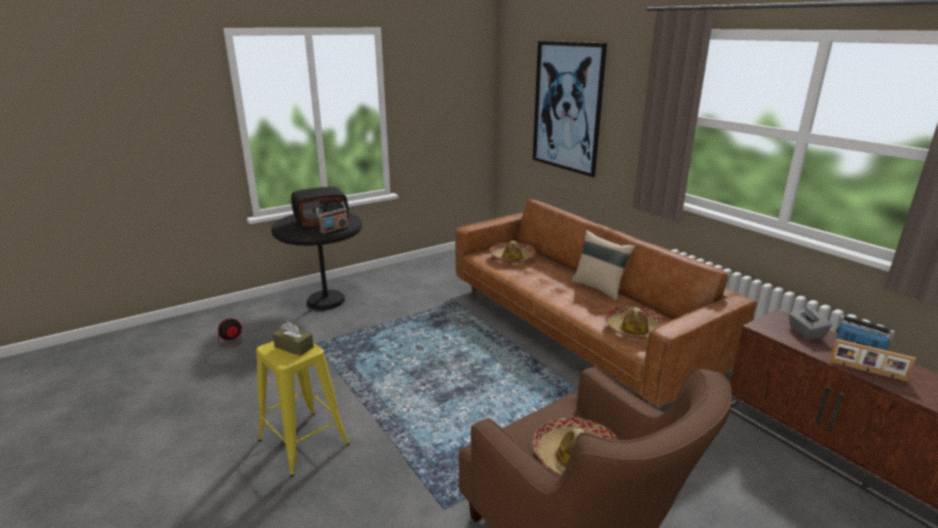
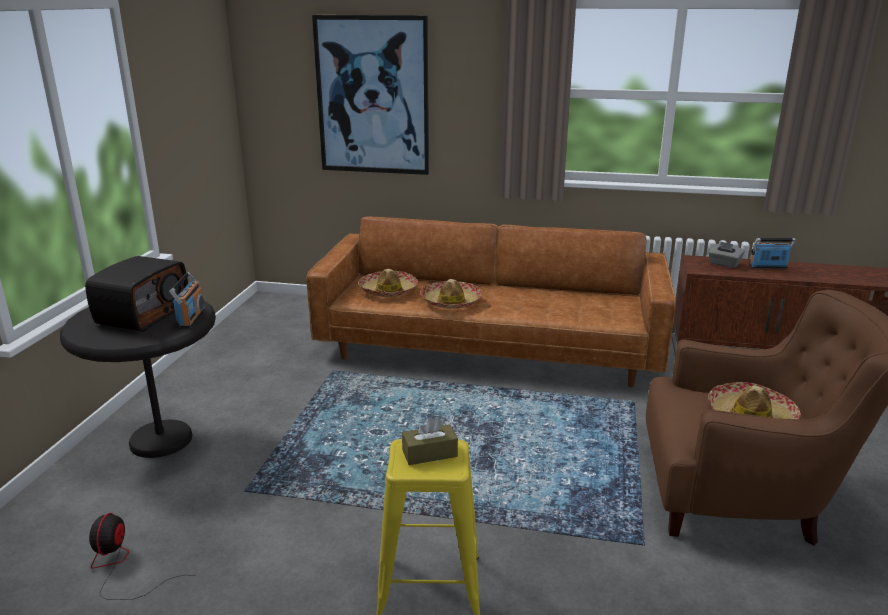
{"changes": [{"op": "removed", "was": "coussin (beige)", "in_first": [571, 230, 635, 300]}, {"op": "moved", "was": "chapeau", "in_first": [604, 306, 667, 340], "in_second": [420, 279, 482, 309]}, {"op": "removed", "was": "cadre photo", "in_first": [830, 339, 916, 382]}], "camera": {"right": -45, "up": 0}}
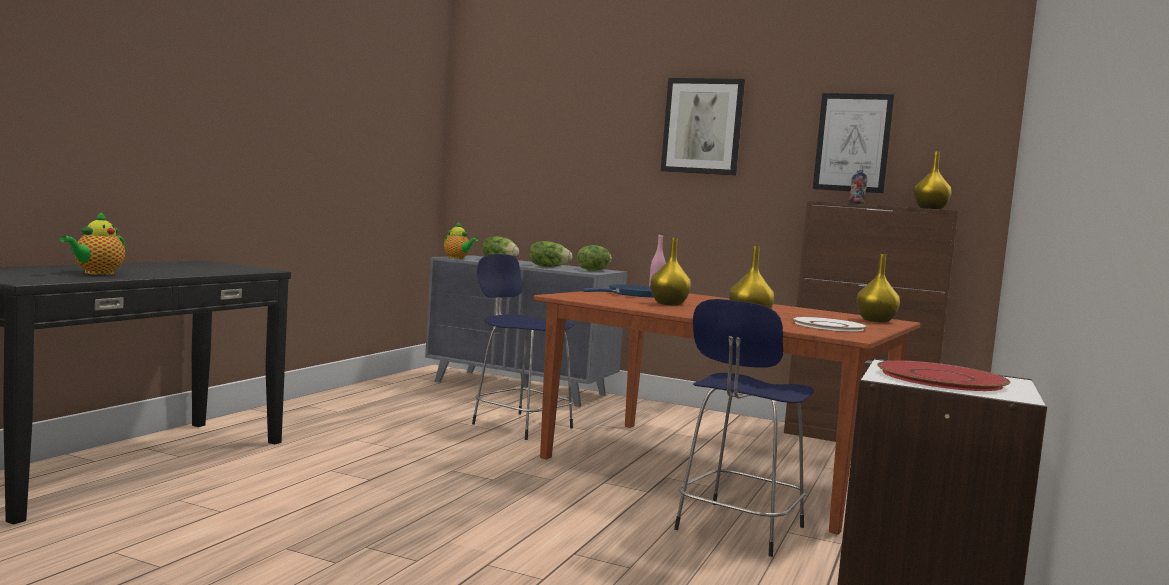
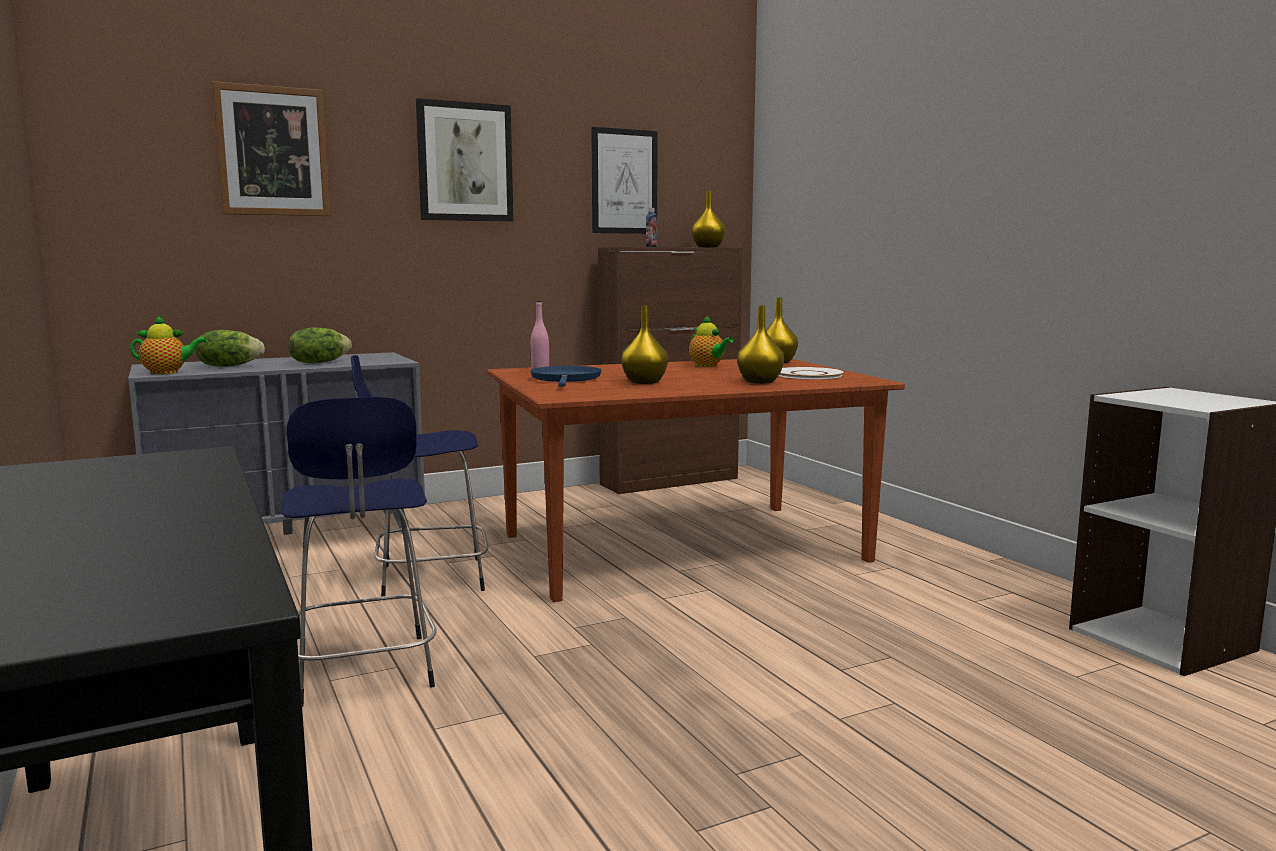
{"changes": [{"op": "moved", "was": "théière", "in_first": [60, 211, 125, 275], "in_second": [689, 315, 734, 367]}, {"op": "removed", "was": "laitue", "in_first": [577, 245, 612, 271]}, {"op": "moved", "was": "tabouret (bleu)", "in_first": [674, 299, 814, 557], "in_second": [281, 397, 437, 707]}, {"op": "removed", "was": "assiette (rouge)", "in_first": [877, 360, 1010, 391]}, {"op": "added", "now": "tableau", "in_second": [212, 81, 330, 216]}], "camera": {"right": -50, "up": 5}}
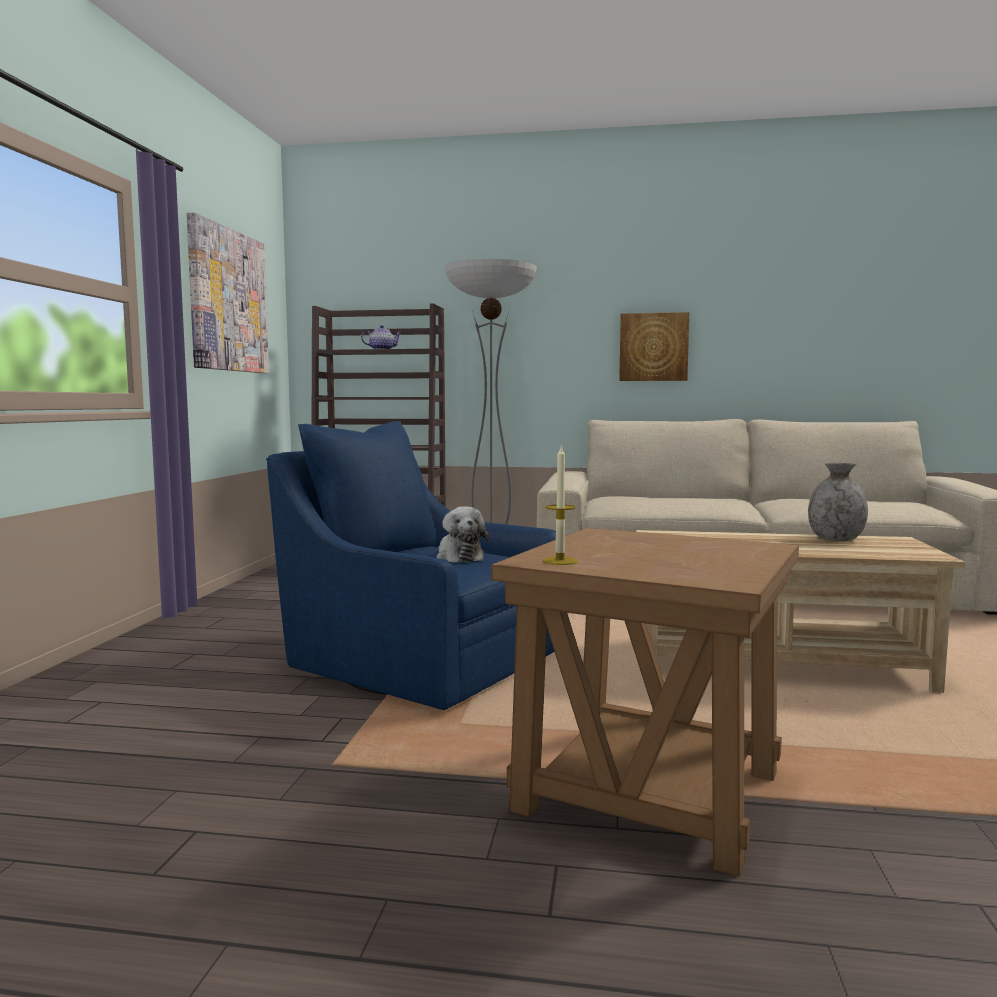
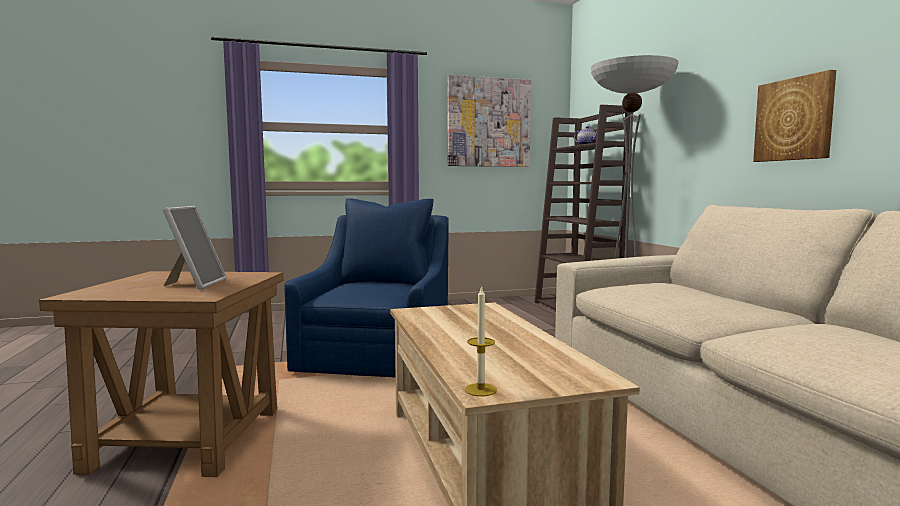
{"changes": [{"op": "removed", "was": "peluche", "in_first": [437, 507, 489, 563]}, {"op": "moved", "was": "bougie", "in_first": [542, 447, 578, 565], "in_second": [465, 286, 497, 396]}, {"op": "removed", "was": "vase (gris)", "in_first": [808, 463, 868, 541]}, {"op": "added", "now": "cadre photo", "in_second": [163, 206, 227, 290]}], "camera": {"right": 65, "up": 0}}
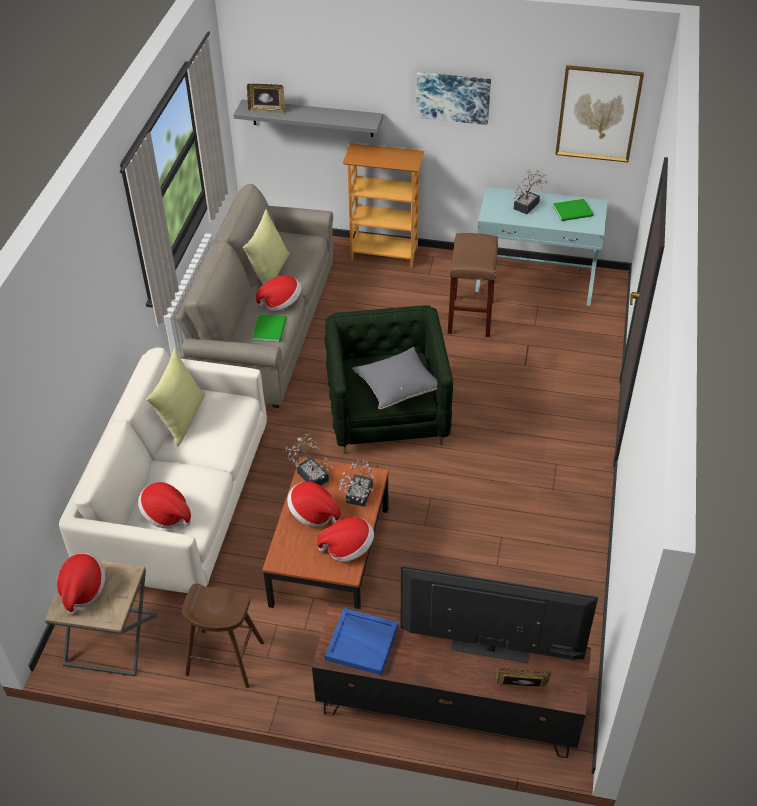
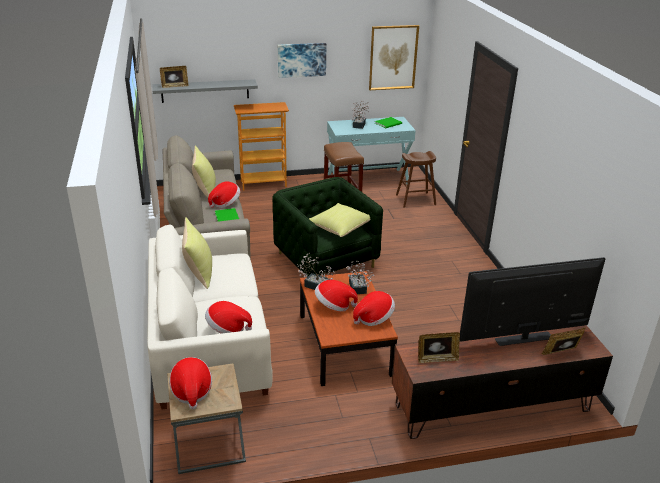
{"changes": [{"op": "moved", "was": "tabouret (marron)", "in_first": [182, 584, 264, 688], "in_second": [396, 151, 436, 208]}, {"op": "replaced", "was": "plateau (bleu)", "now": "cadre photo", "in_first": [325, 608, 398, 675], "in_second": [418, 332, 460, 363]}, {"op": "recoloured", "was": "coussin (gris)", "now": "coussin (jaune)", "in_first": [352, 347, 437, 409], "in_second": [309, 203, 370, 237]}], "camera": {"right": -25, "up": -15}}
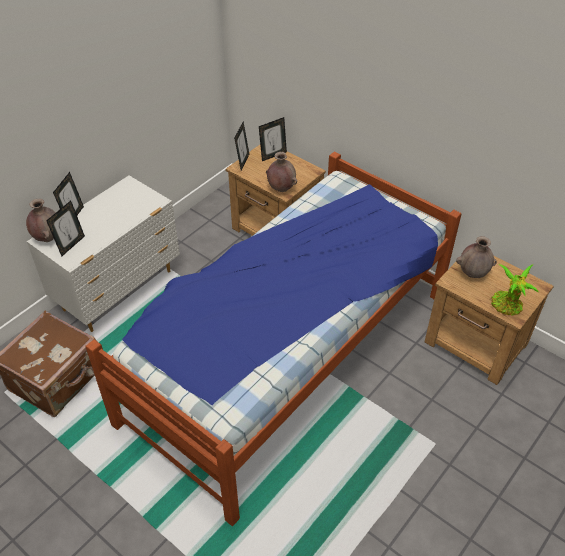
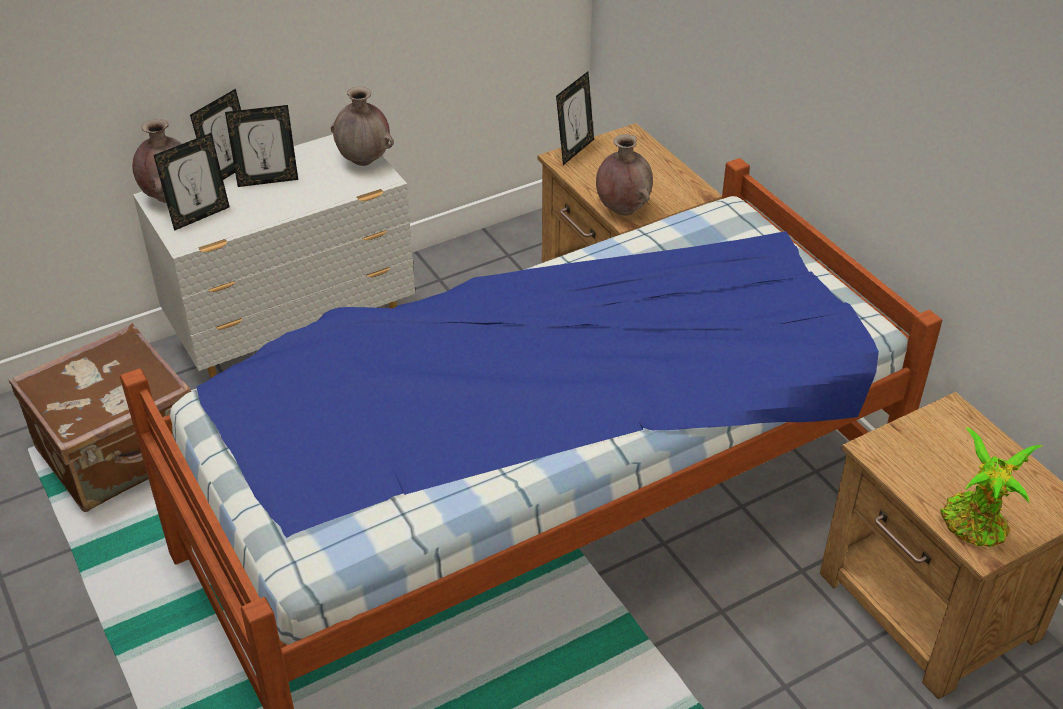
{"changes": [{"op": "moved", "was": "cadre photo", "in_first": [259, 117, 287, 161], "in_second": [225, 105, 298, 187]}, {"op": "moved", "was": "vase (marron)", "in_first": [456, 236, 497, 278], "in_second": [331, 87, 394, 166]}], "camera": {"right": 20, "up": -5}}
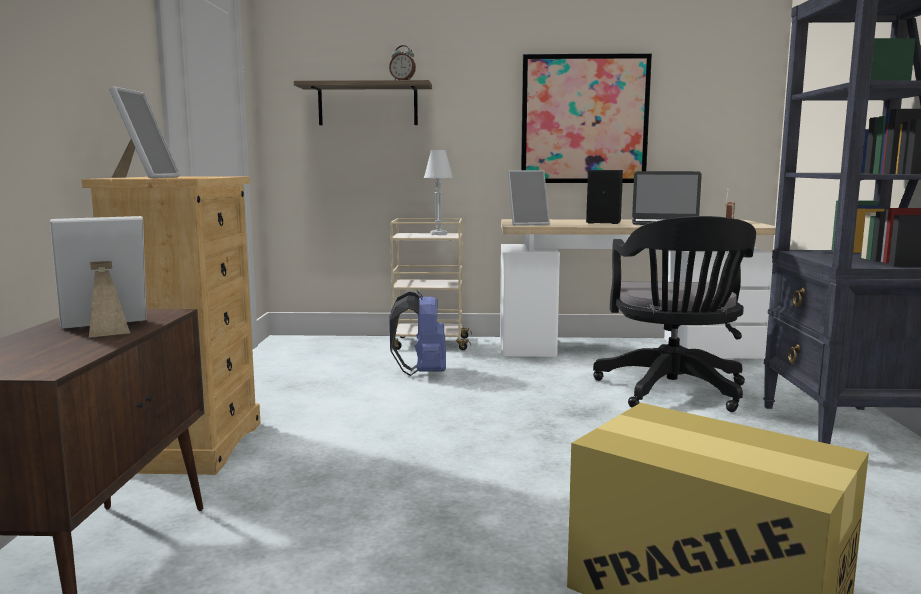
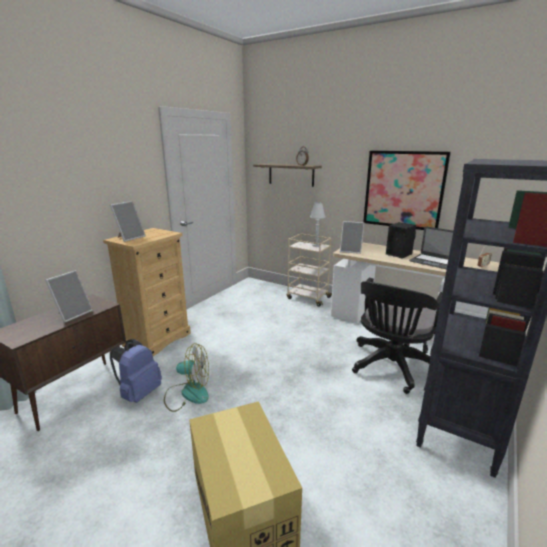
{"changes": [{"op": "turned", "was": "cadre photo", "in_first": [50, 216, 147, 338], "in_second": [45, 270, 93, 323], "clockwise": 120}, {"op": "moved", "was": "sac à dos (bleu)", "in_first": [389, 291, 446, 376], "in_second": [110, 339, 162, 403]}, {"op": "added", "now": "ventilateur", "in_second": [164, 343, 209, 412]}], "camera": {"right": 30, "up": 10}}
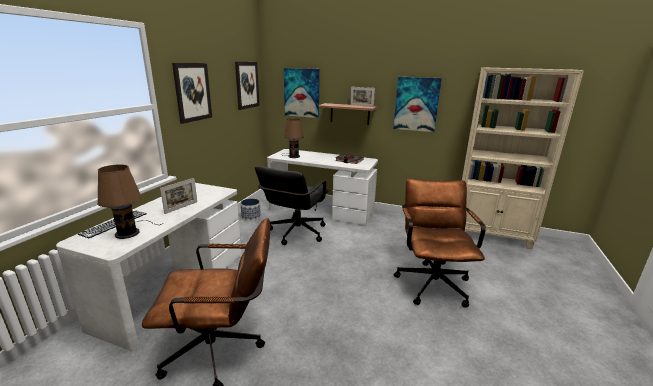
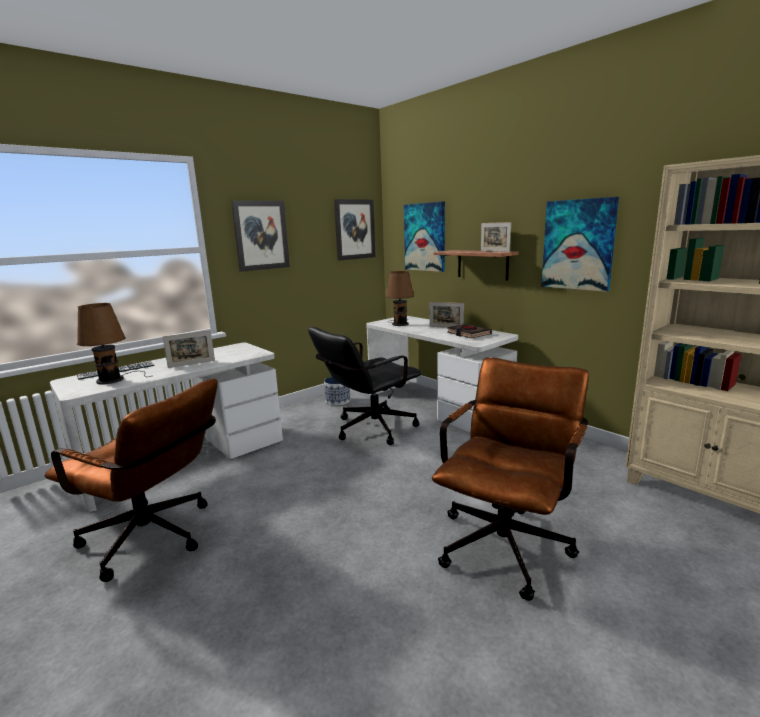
{"changes": [{"op": "added", "now": "cadre photo", "in_second": [429, 302, 464, 328]}], "camera": {"right": 30, "up": -5}}
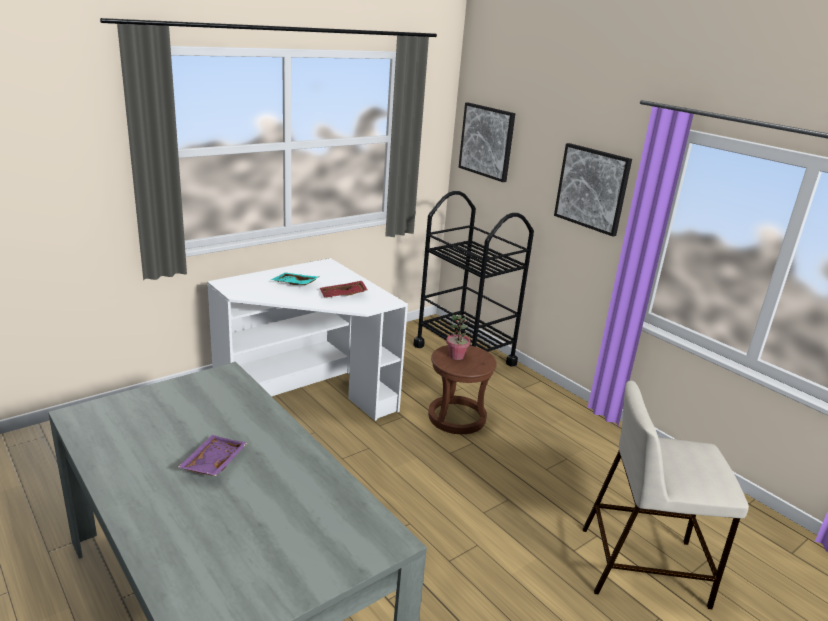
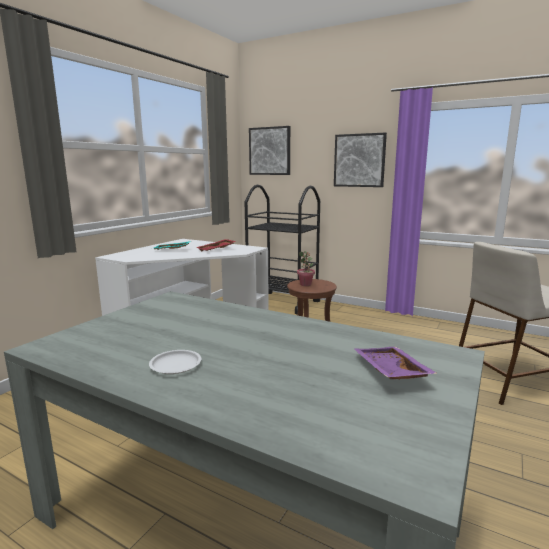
{"changes": [{"op": "moved", "was": "plateau (violet)", "in_first": [178, 435, 247, 476], "in_second": [355, 347, 438, 380]}, {"op": "added", "now": "assiette (blanc)", "in_second": [149, 350, 201, 374]}], "camera": {"right": -20, "up": -10}}
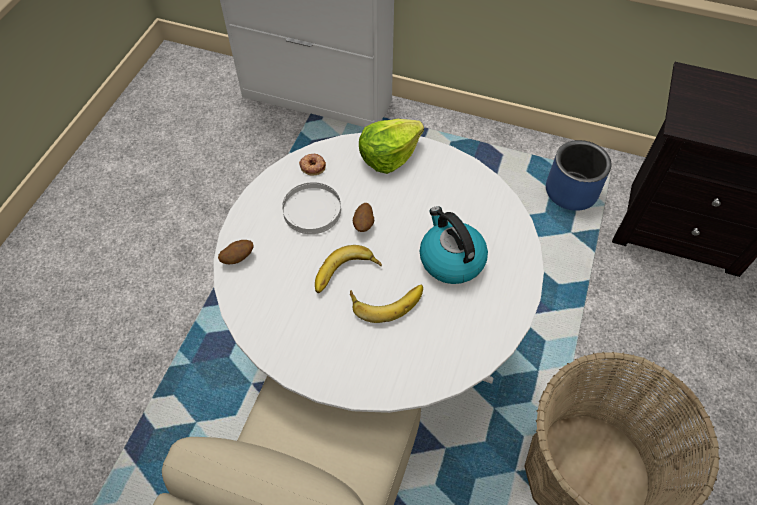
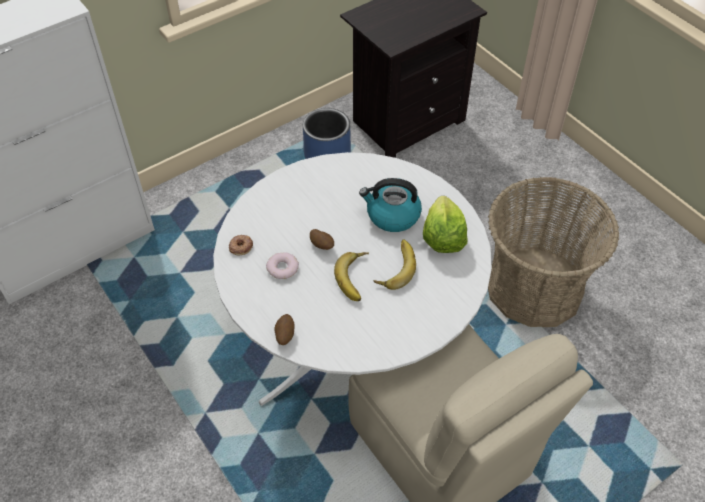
{"changes": [{"op": "replaced", "was": "assiette (blanc)", "now": "beignet", "in_first": [282, 182, 341, 234], "in_second": [266, 252, 299, 279]}, {"op": "moved", "was": "laitue", "in_first": [359, 119, 424, 174], "in_second": [423, 196, 468, 253]}], "camera": {"right": -55, "up": -5}}
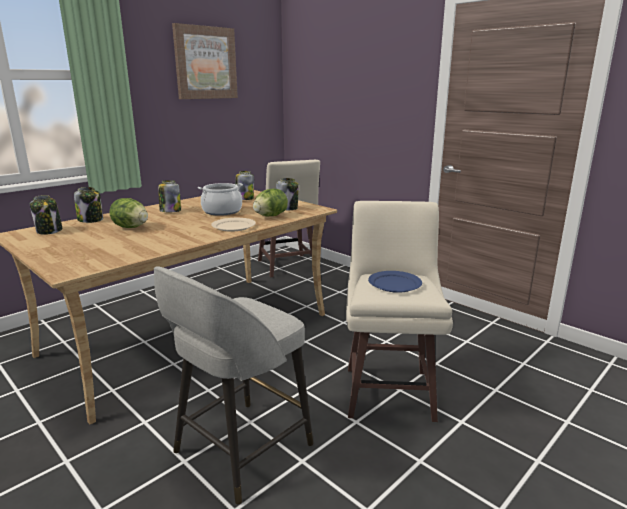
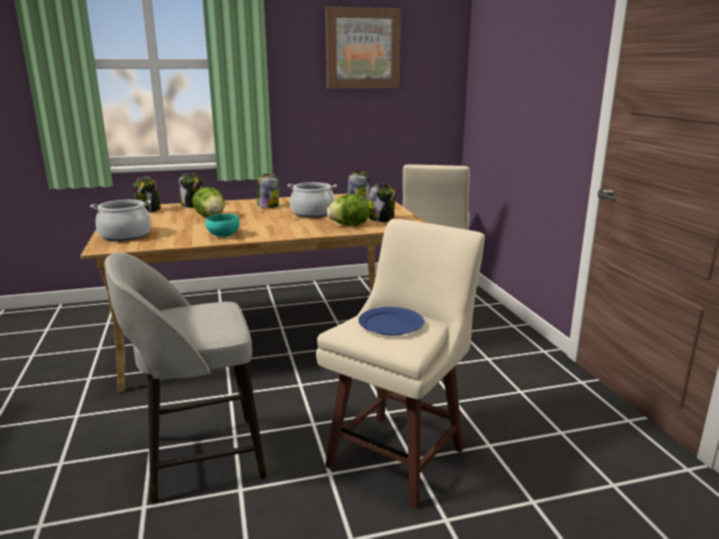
{"changes": [{"op": "removed", "was": "assiette (beige)", "in_first": [211, 218, 256, 231]}, {"op": "added", "now": "marmite", "in_second": [90, 200, 151, 241]}, {"op": "added", "now": "bol (turquoise)", "in_second": [206, 214, 240, 237]}], "camera": {"right": 30, "up": 0}}
